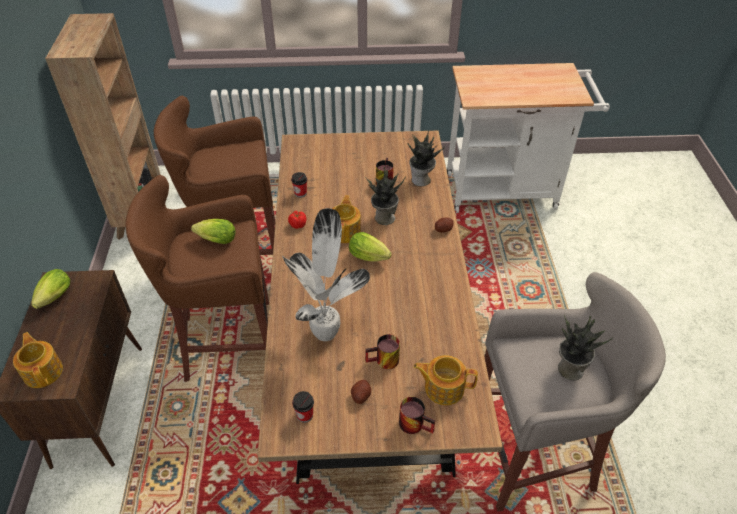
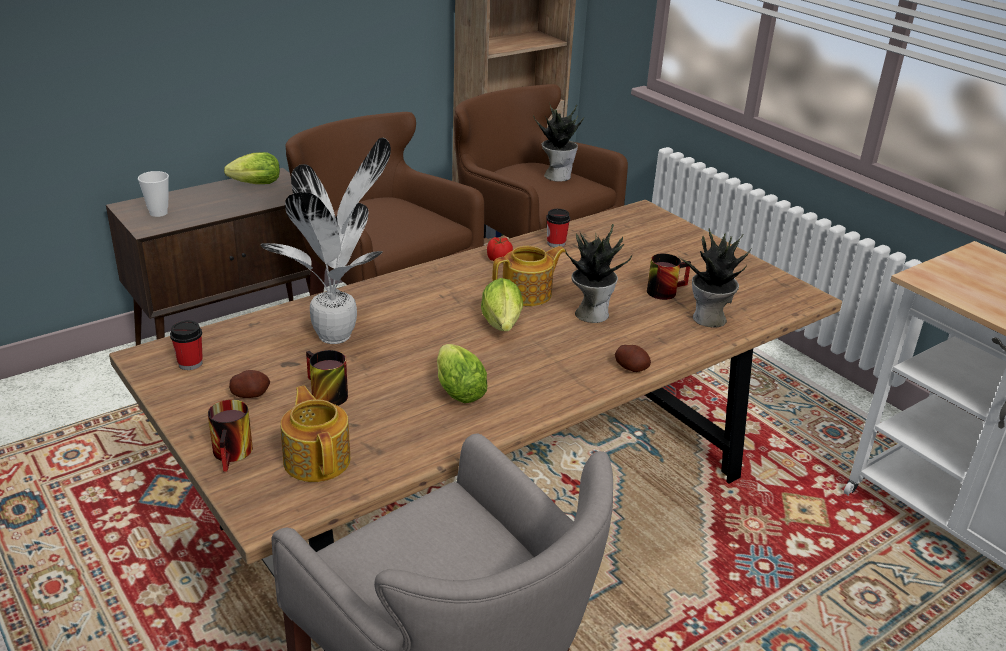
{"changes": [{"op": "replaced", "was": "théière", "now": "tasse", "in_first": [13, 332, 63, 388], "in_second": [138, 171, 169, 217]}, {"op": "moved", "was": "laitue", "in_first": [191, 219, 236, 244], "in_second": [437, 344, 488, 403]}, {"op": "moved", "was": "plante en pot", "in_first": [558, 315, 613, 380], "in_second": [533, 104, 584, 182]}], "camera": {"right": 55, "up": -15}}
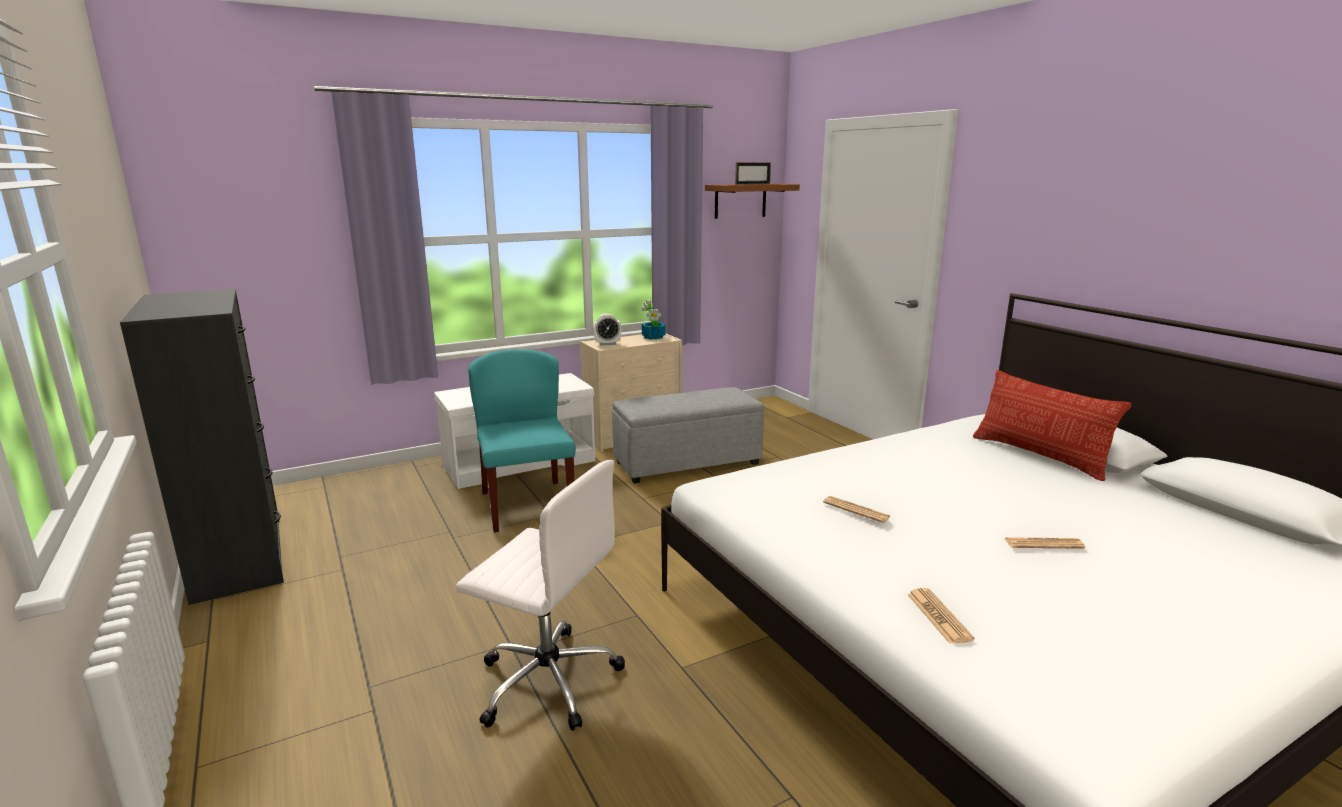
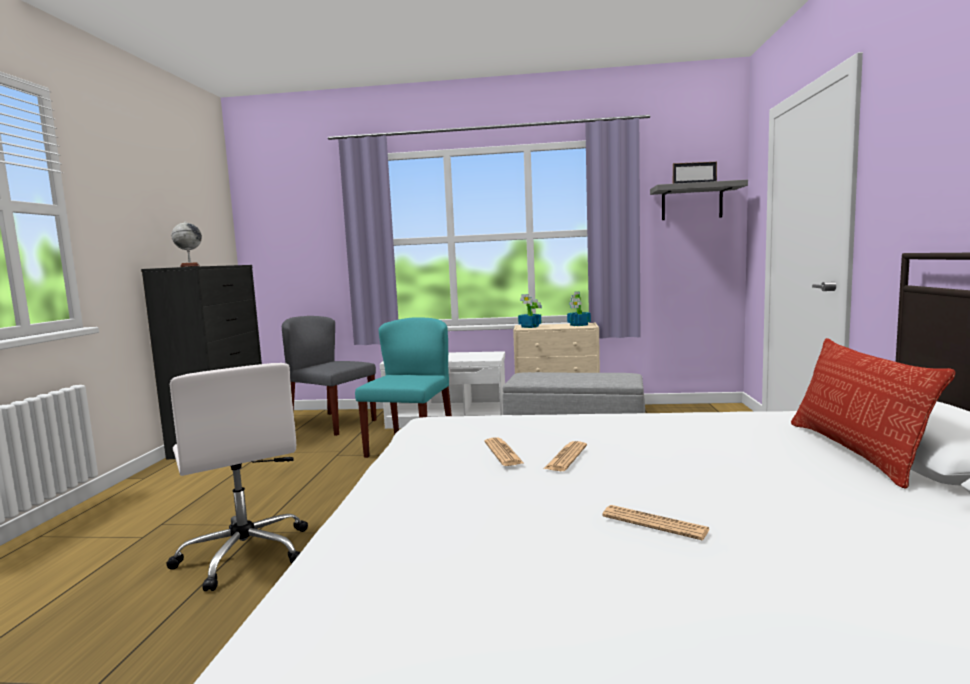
{"changes": [{"op": "replaced", "was": "réveil", "now": "plante en pot", "in_first": [593, 314, 621, 346], "in_second": [518, 294, 542, 328]}, {"op": "recoloured", "was": "étagère (marron)", "now": "étagère (gris)", "in_first": [705, 184, 800, 219], "in_second": [650, 179, 748, 220]}, {"op": "moved", "was": "journal", "in_first": [907, 588, 974, 644], "in_second": [544, 441, 587, 471]}, {"op": "added", "now": "globe", "in_second": [171, 221, 202, 267]}, {"op": "added", "now": "chaise (gris)", "in_second": [282, 316, 377, 436]}], "camera": {"right": 35, "up": -10}}
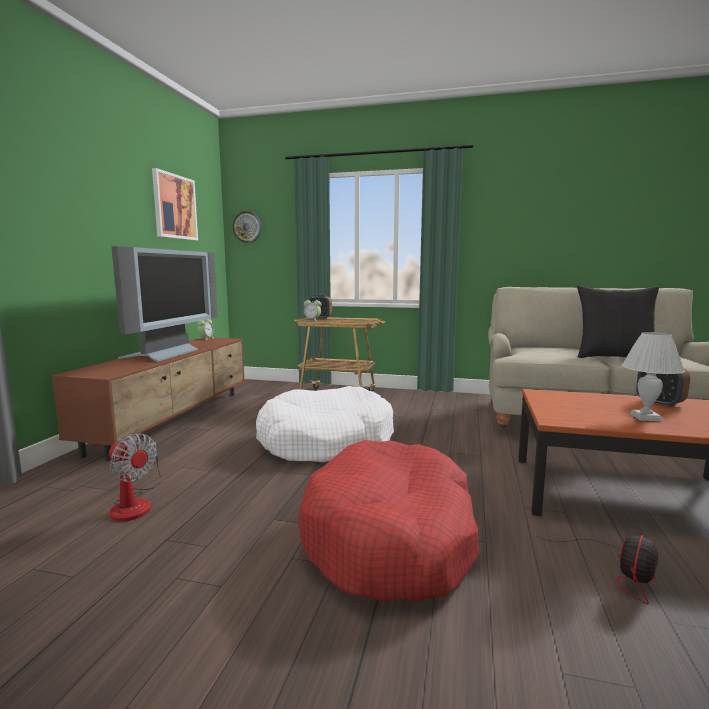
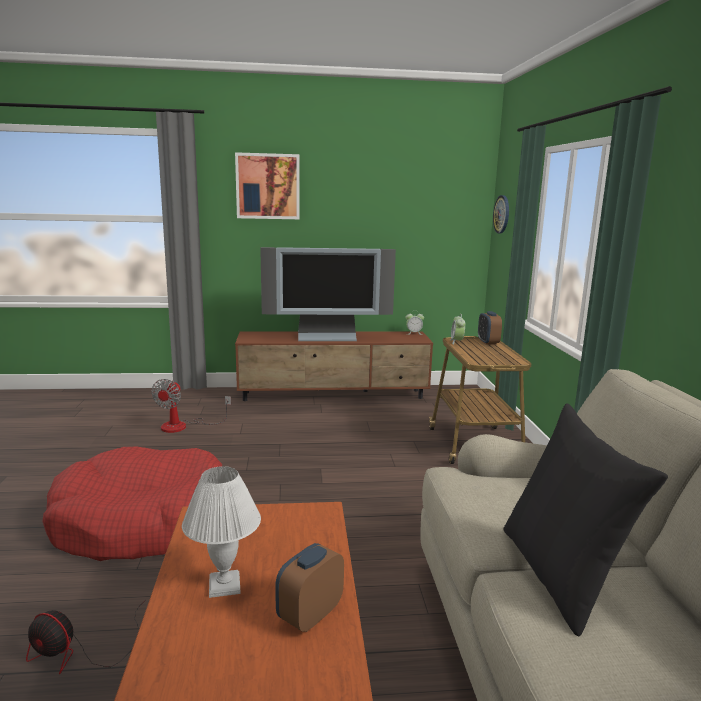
{"changes": [{"op": "moved", "was": "tableau", "in_first": [152, 168, 198, 240], "in_second": [235, 152, 299, 219]}, {"op": "removed", "was": "panier pour chien (blanc)", "in_first": [256, 386, 394, 462]}], "camera": {"right": 70, "up": 5}}
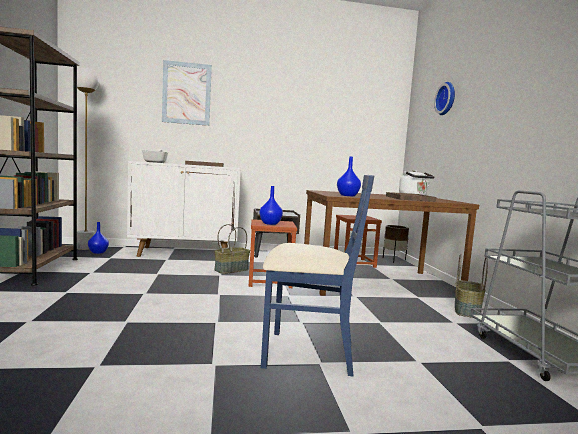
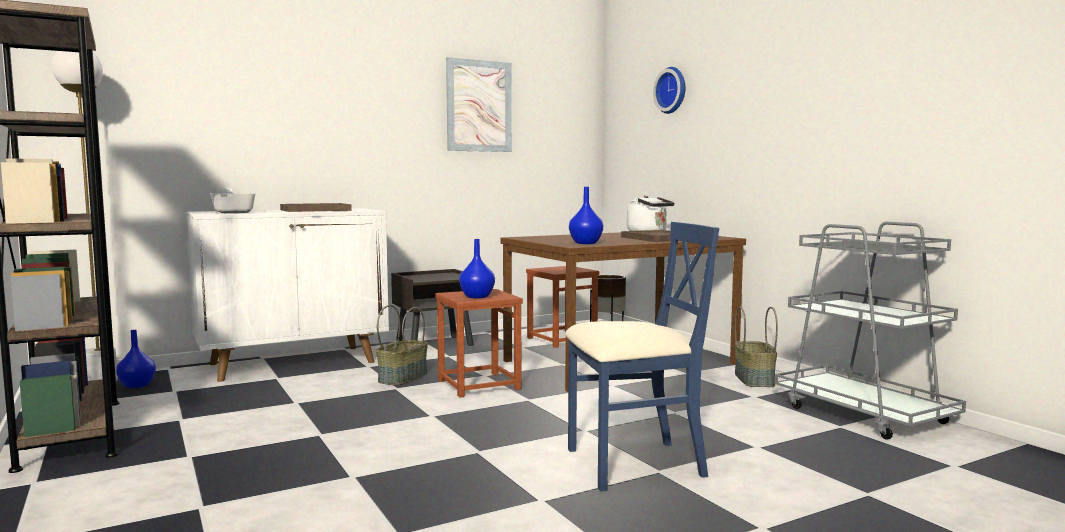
{"changes": [{"op": "moved", "was": "tableau", "in_first": [162, 60, 212, 126], "in_second": [446, 57, 512, 152]}], "camera": {"right": -20, "up": 0}}
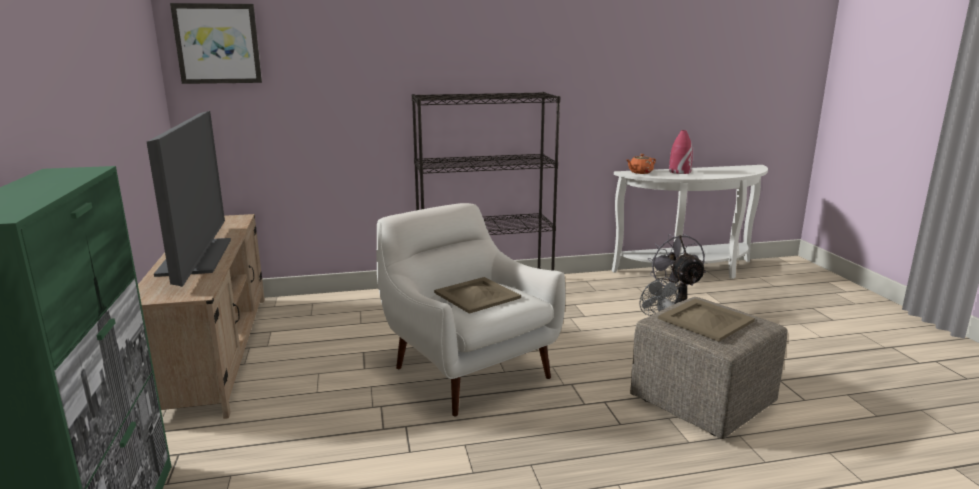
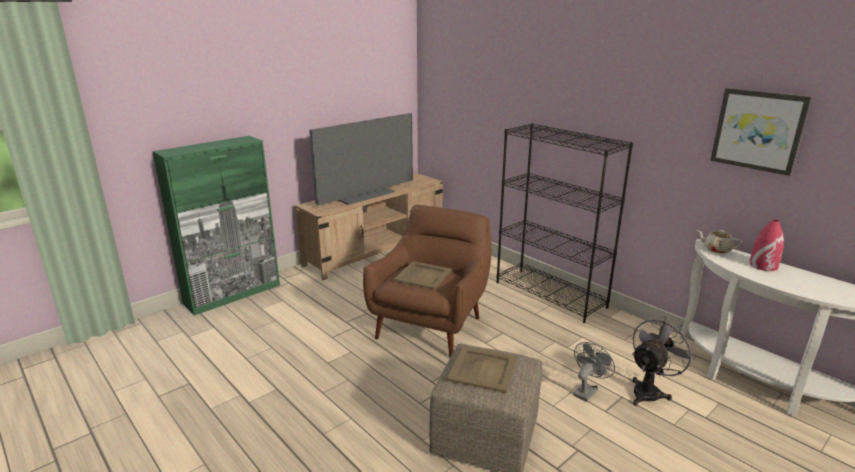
{"changes": [{"op": "moved", "was": "tableau", "in_first": [170, 3, 262, 84], "in_second": [710, 88, 812, 176]}, {"op": "recoloured", "was": "fauteuil (blanc)", "now": "fauteuil (marron)", "in_first": [377, 203, 565, 417], "in_second": [363, 205, 492, 357]}, {"op": "recoloured", "was": "théière (orange)", "now": "théière (beige)", "in_first": [627, 154, 656, 174], "in_second": [696, 230, 743, 253]}], "camera": {"right": 60, "up": 5}}
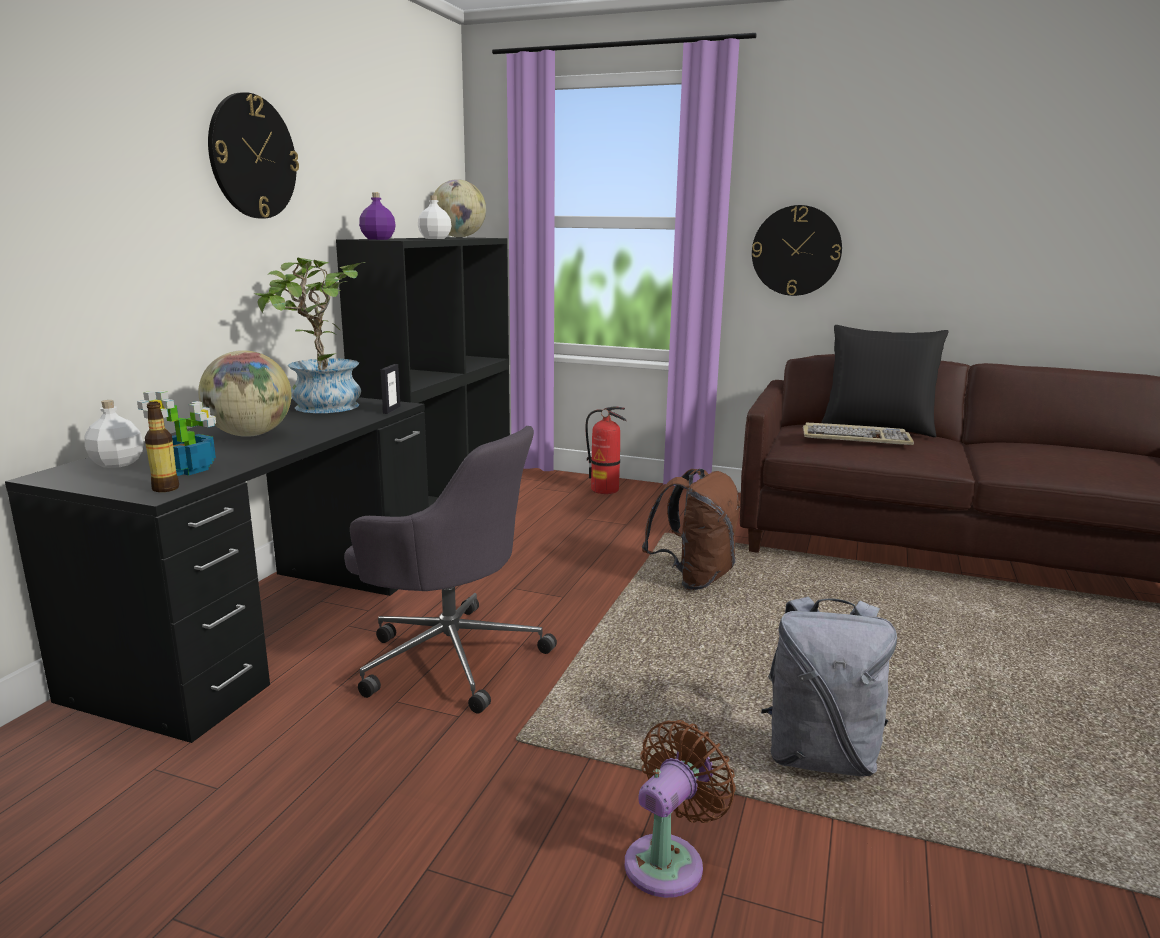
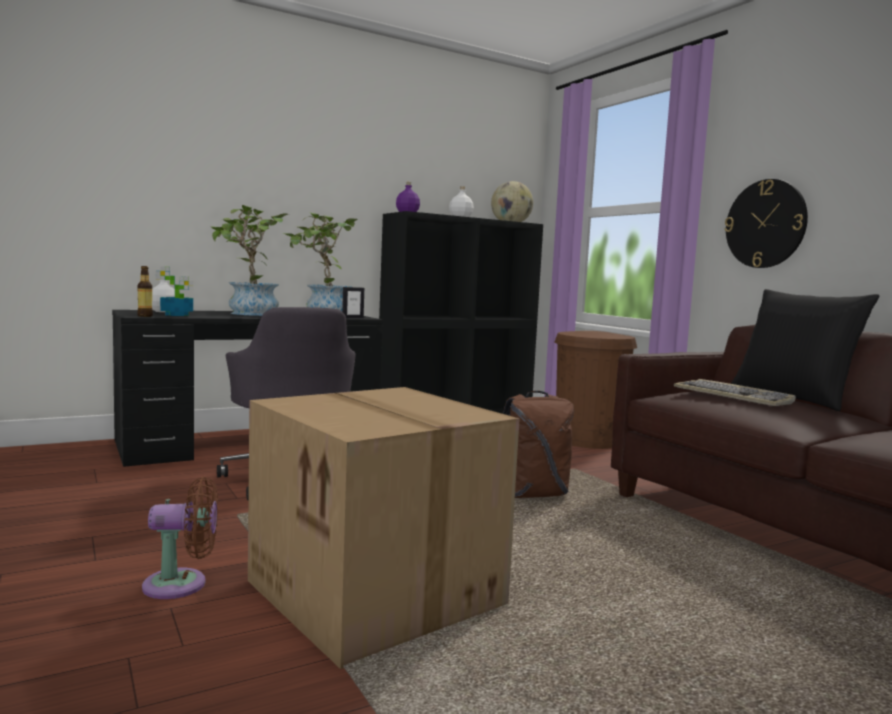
{"changes": [{"op": "replaced", "was": "globe", "now": "plante en pot", "in_first": [198, 350, 292, 437], "in_second": [210, 205, 288, 316]}, {"op": "removed", "was": "horloge murale", "in_first": [208, 92, 299, 219]}, {"op": "replaced", "was": "extincteur", "now": "poubelle (marron)", "in_first": [585, 407, 627, 494], "in_second": [554, 331, 637, 449]}, {"op": "replaced", "was": "sac à dos (gris)", "now": "carton", "in_first": [761, 597, 897, 776], "in_second": [248, 387, 520, 669]}], "camera": {"right": 40, "up": -10}}
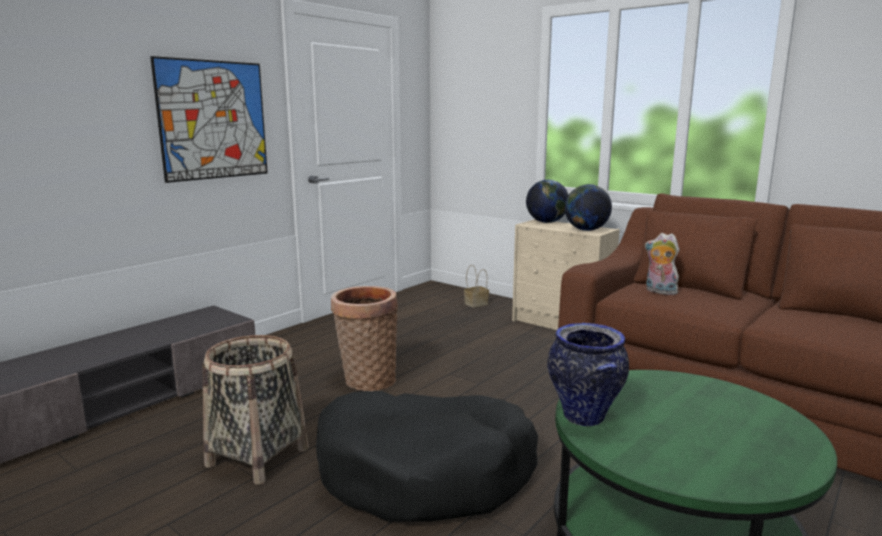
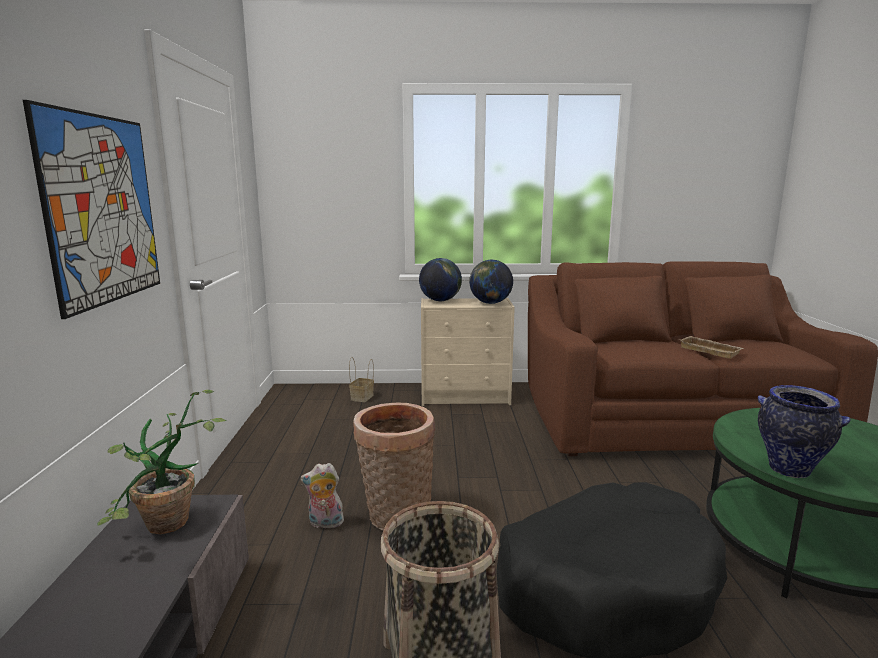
{"changes": [{"op": "moved", "was": "peluche", "in_first": [645, 233, 679, 295], "in_second": [301, 463, 347, 528]}, {"op": "added", "now": "plante en pot", "in_second": [97, 390, 226, 534]}, {"op": "added", "now": "plateau (beige)", "in_second": [680, 336, 744, 359]}], "camera": {"right": -40, "up": 0}}
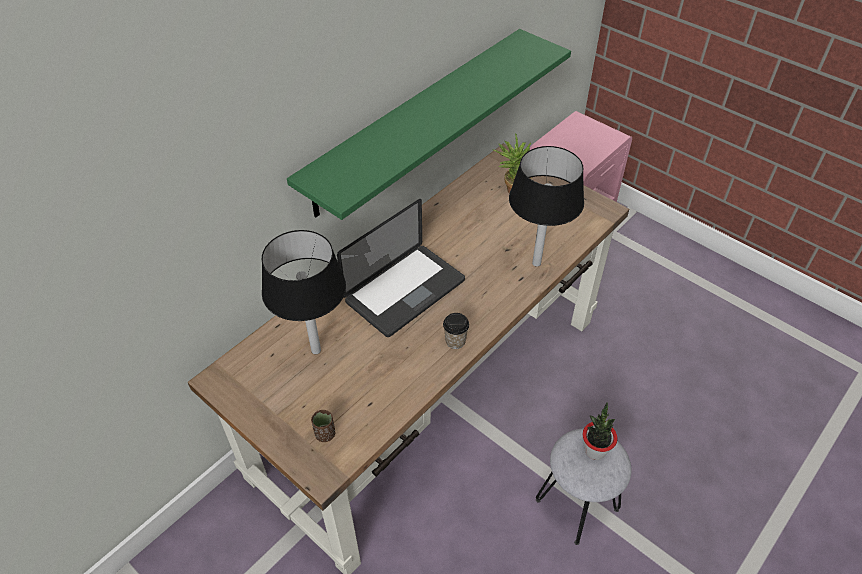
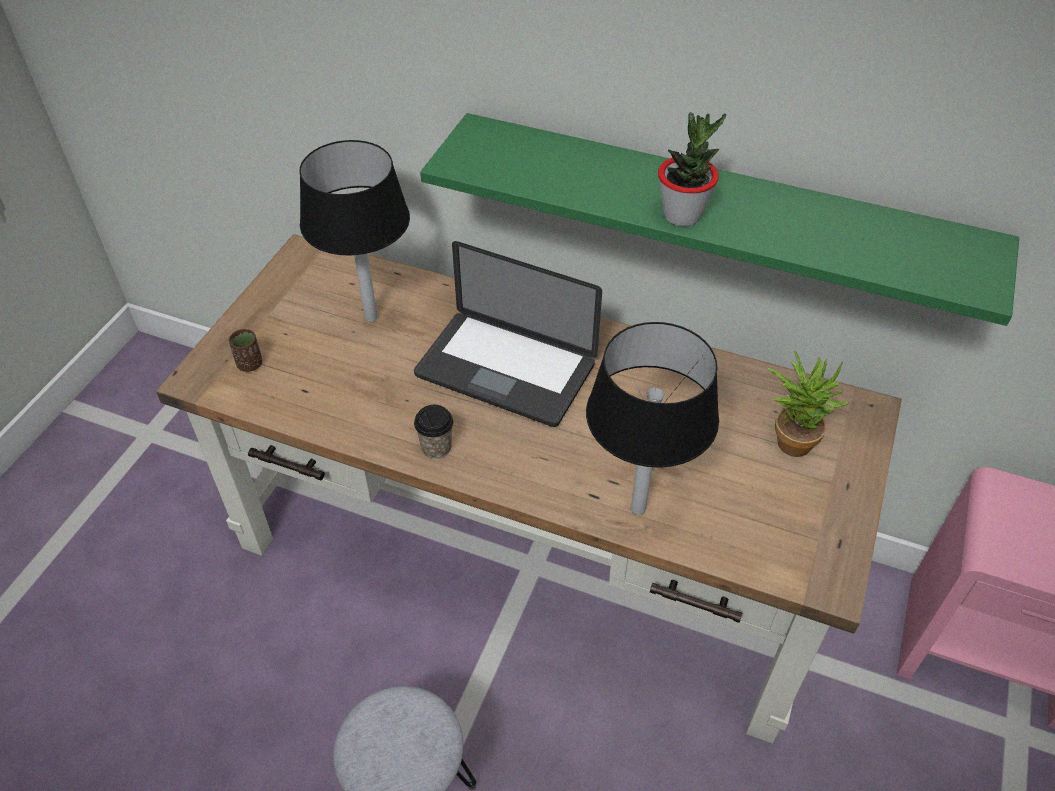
{"changes": [{"op": "moved", "was": "plante en pot", "in_first": [583, 402, 617, 460], "in_second": [658, 112, 726, 227]}], "camera": {"right": 70, "up": 0}}
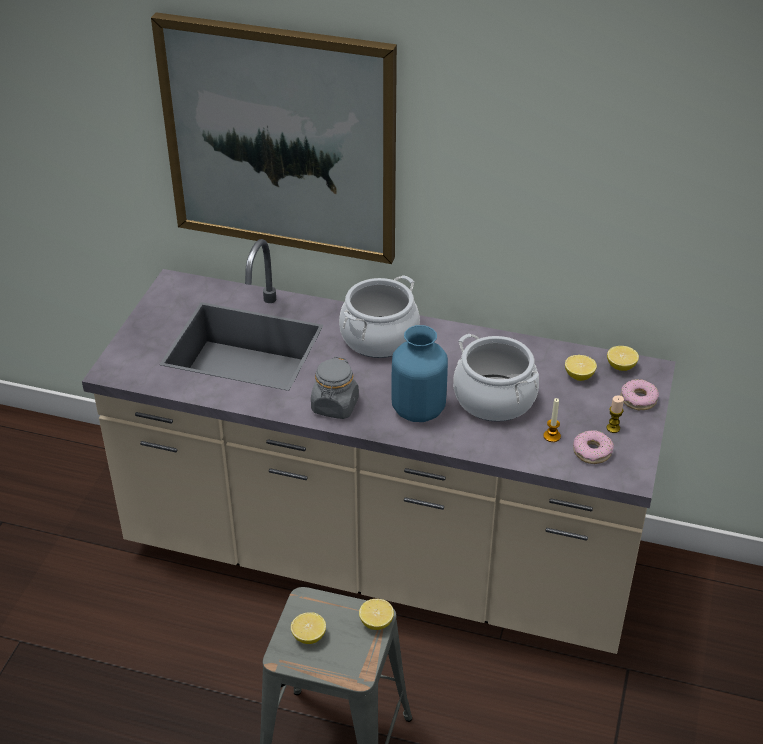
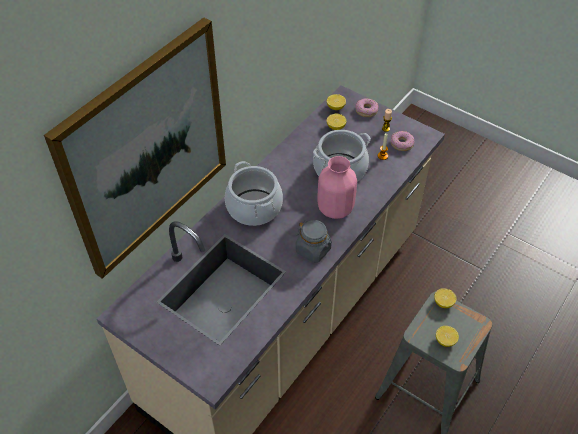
{"changes": [{"op": "recoloured", "was": "vase (bleu)", "now": "vase (rose)", "in_first": [391, 325, 448, 422], "in_second": [317, 156, 357, 219]}], "camera": {"right": -70, "up": 10}}
